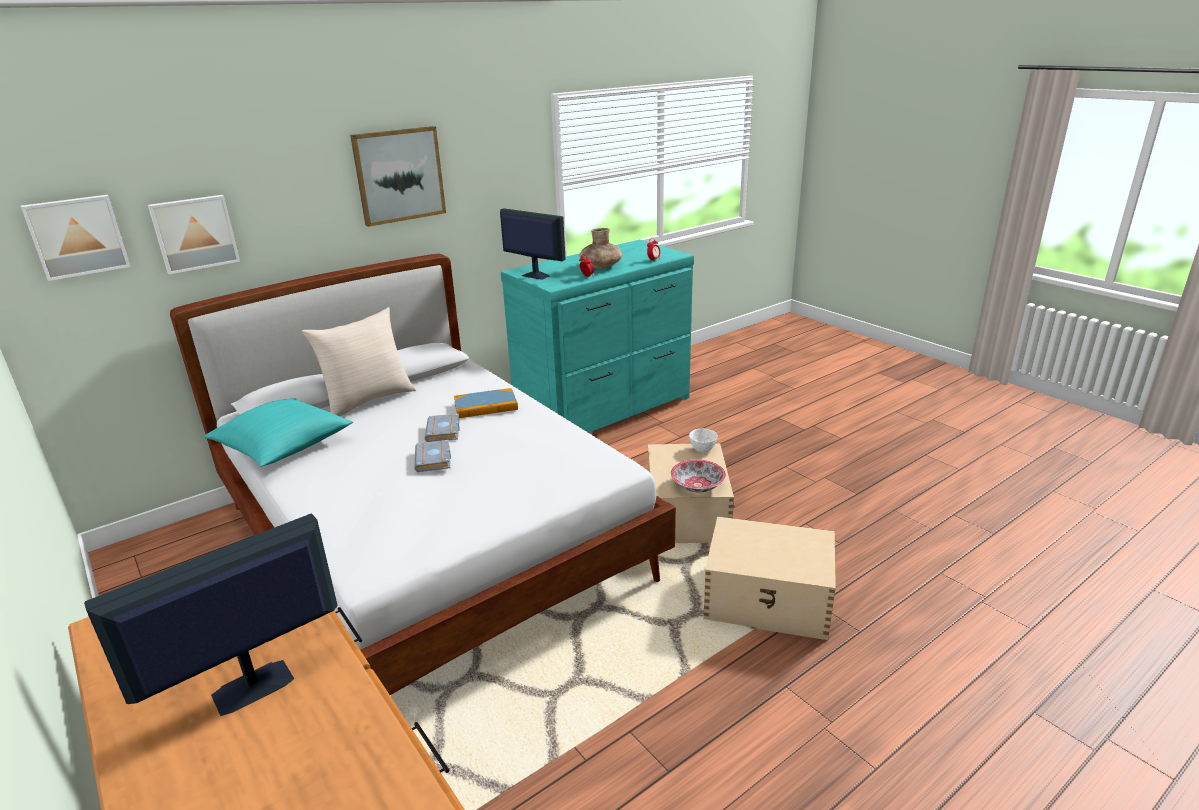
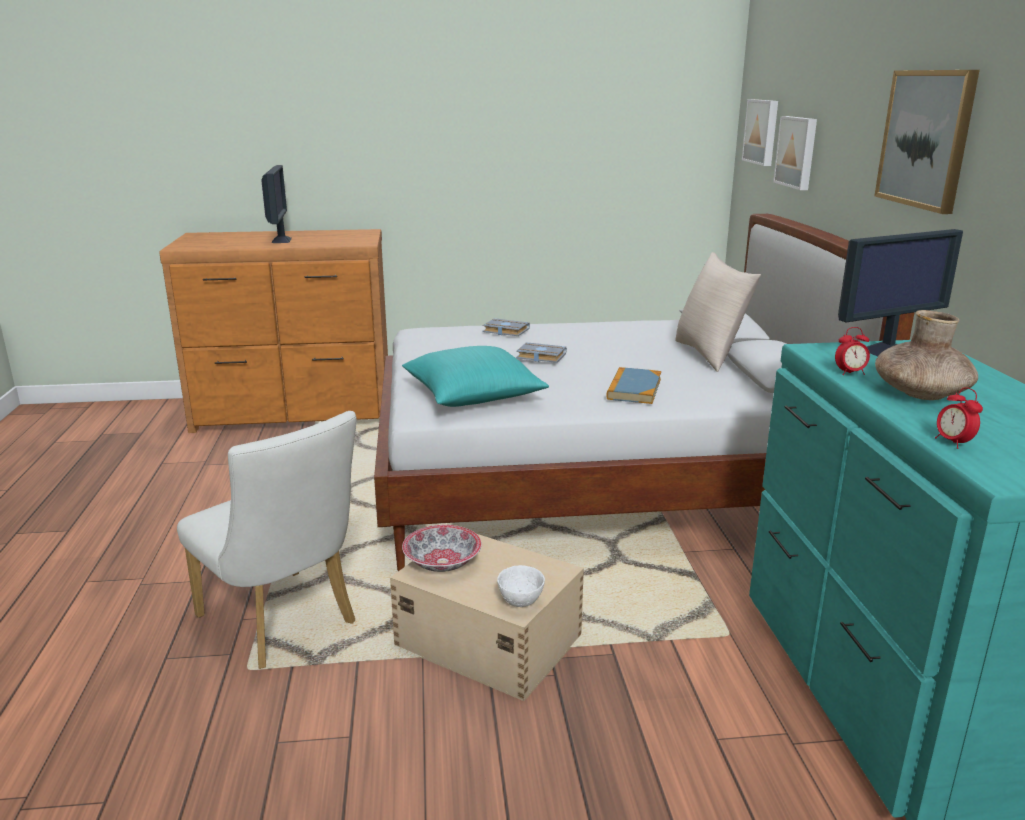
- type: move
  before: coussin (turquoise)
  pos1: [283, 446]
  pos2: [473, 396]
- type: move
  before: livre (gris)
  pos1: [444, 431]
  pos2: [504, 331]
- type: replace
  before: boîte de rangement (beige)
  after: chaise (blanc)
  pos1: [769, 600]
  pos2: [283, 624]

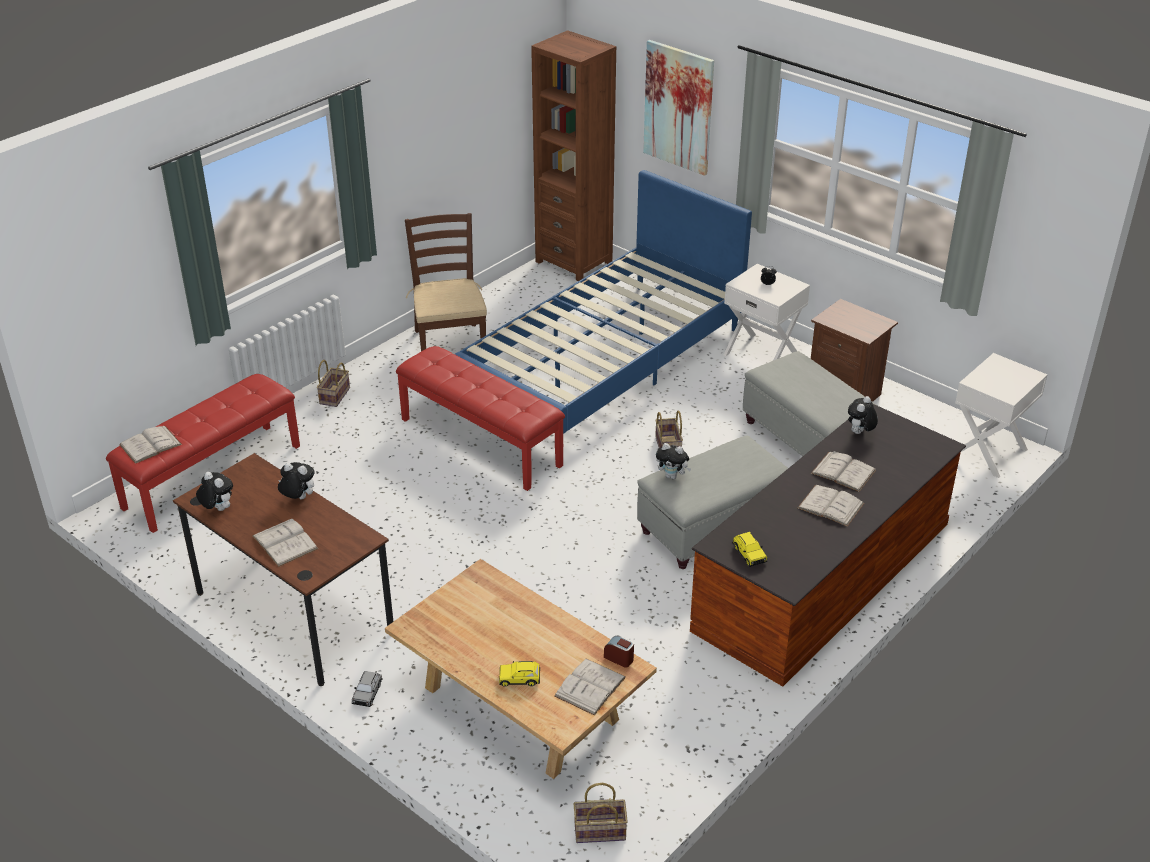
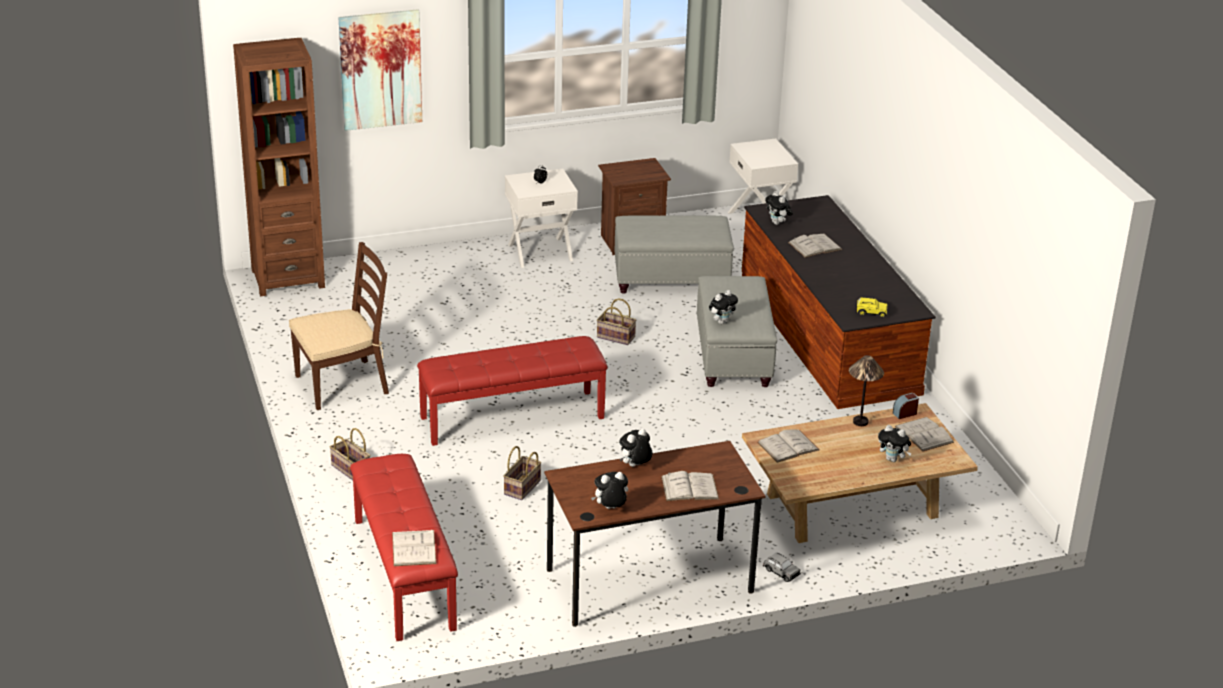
- type: delete
  before: lit (bleu)
  pos1: [604, 362]
- type: insert
  after: lampe de table
  pos2: [861, 422]
- type: move
  before: panier
  pos1: [598, 832]
  pos2: [522, 488]
- type: move
  before: livre (blanc)
  pos1: [830, 505]
  pos2: [788, 446]
- type: replace
  before: petite voiture (jaune)
  after: peluche
  pos1: [519, 679]
  pos2: [893, 459]
- type: rotate
  before: chaise (marron)
  pos1: [449, 345]
  pos2: [343, 384]
  turn: 135

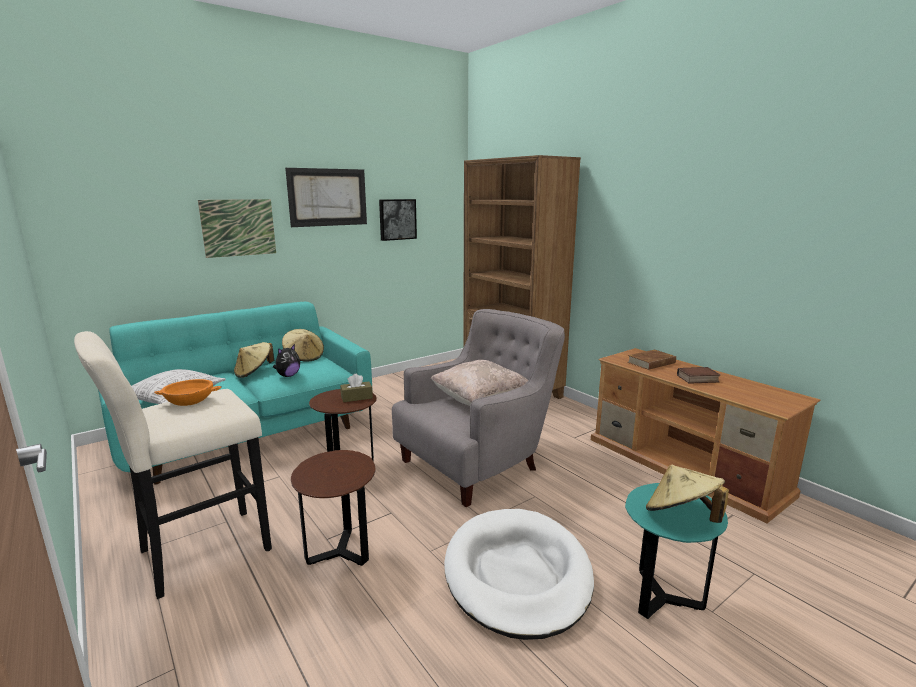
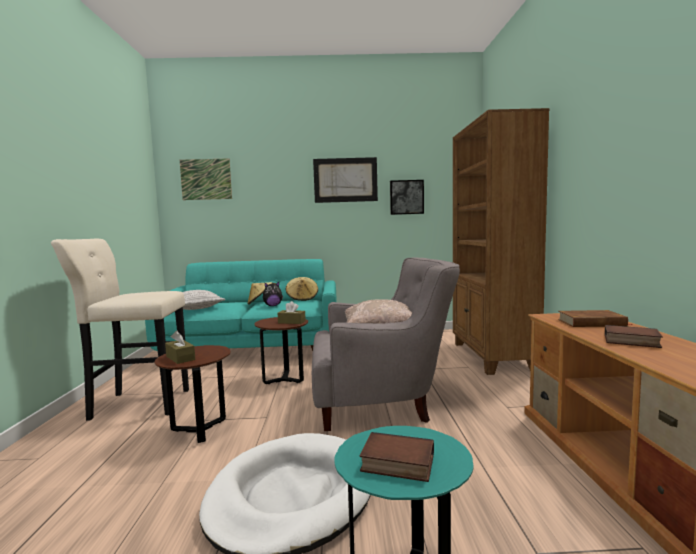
- type: delete
  before: bol (orange)
  pos1: [189, 401]
- type: insert
  after: boîte à mouchoirs (marron)
  pos2: [180, 358]
- type: move
  before: tableau
  pos1: [238, 227]
  pos2: [206, 179]
- type: replace
  before: chapeau (beige)
  after: livre
  pos1: [681, 516]
  pos2: [396, 464]

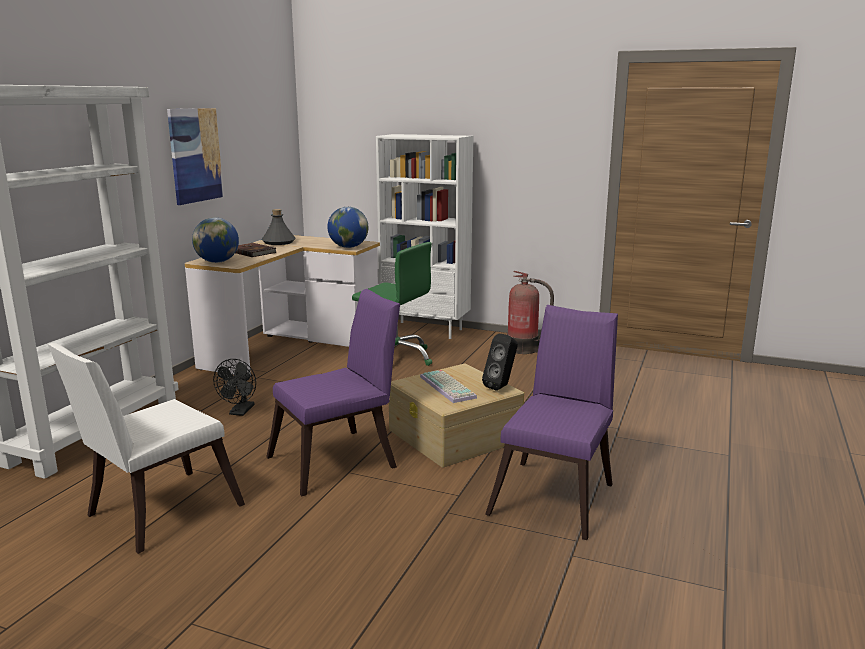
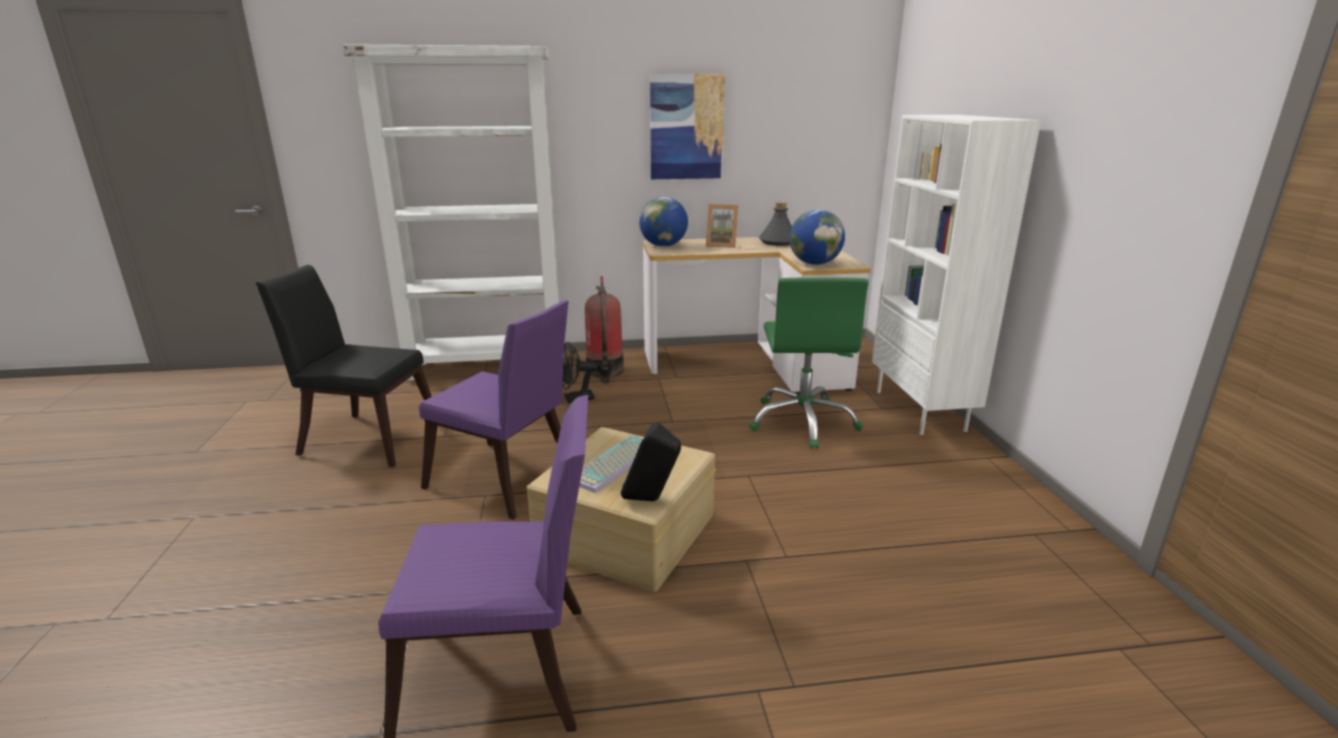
- type: move
  before: extincteur
  pos1: [525, 349]
  pos2: [605, 372]
- type: replace
  before: livre (marron)
  after: cadre photo
  pos1: [253, 252]
  pos2: [721, 245]
- type: recolor
  before: chaise (blanc)
  after: chaise (noir)
  pos1: [156, 513]
  pos2: [365, 438]

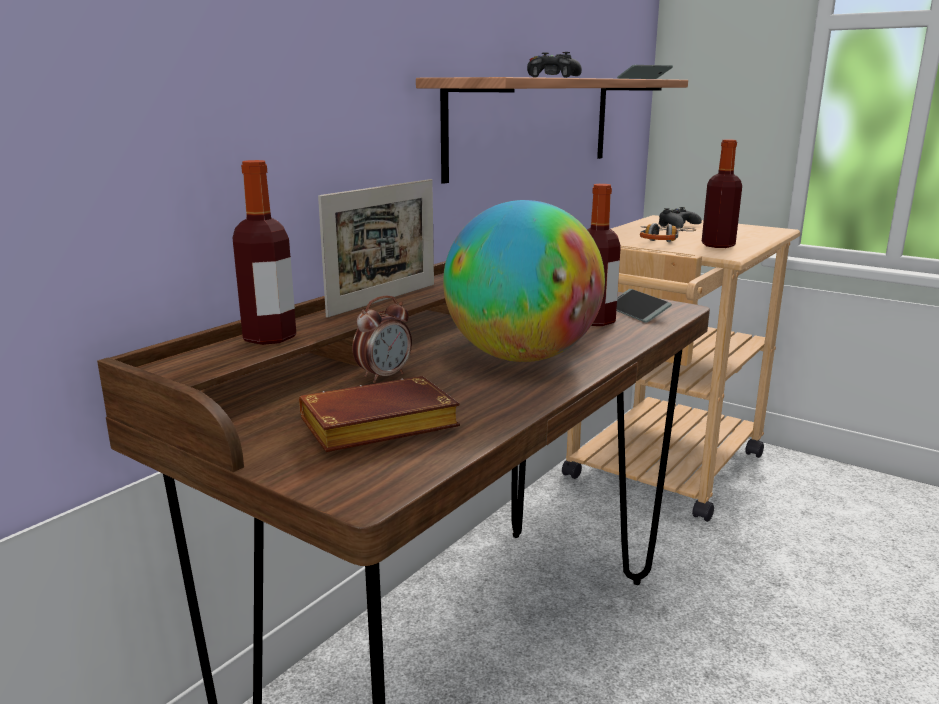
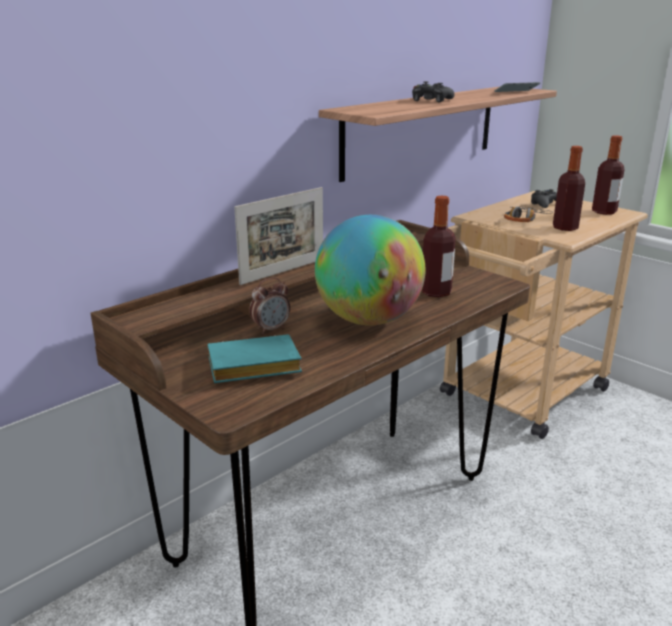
- type: delete
  before: téléphone
  pos1: [637, 312]
- type: move
  before: bouteille
  pos1: [269, 337]
  pos2: [604, 212]
- type: recolor
  before: livre (marron)
  after: livre (turquoise)
  pos1: [375, 428]
  pos2: [251, 368]

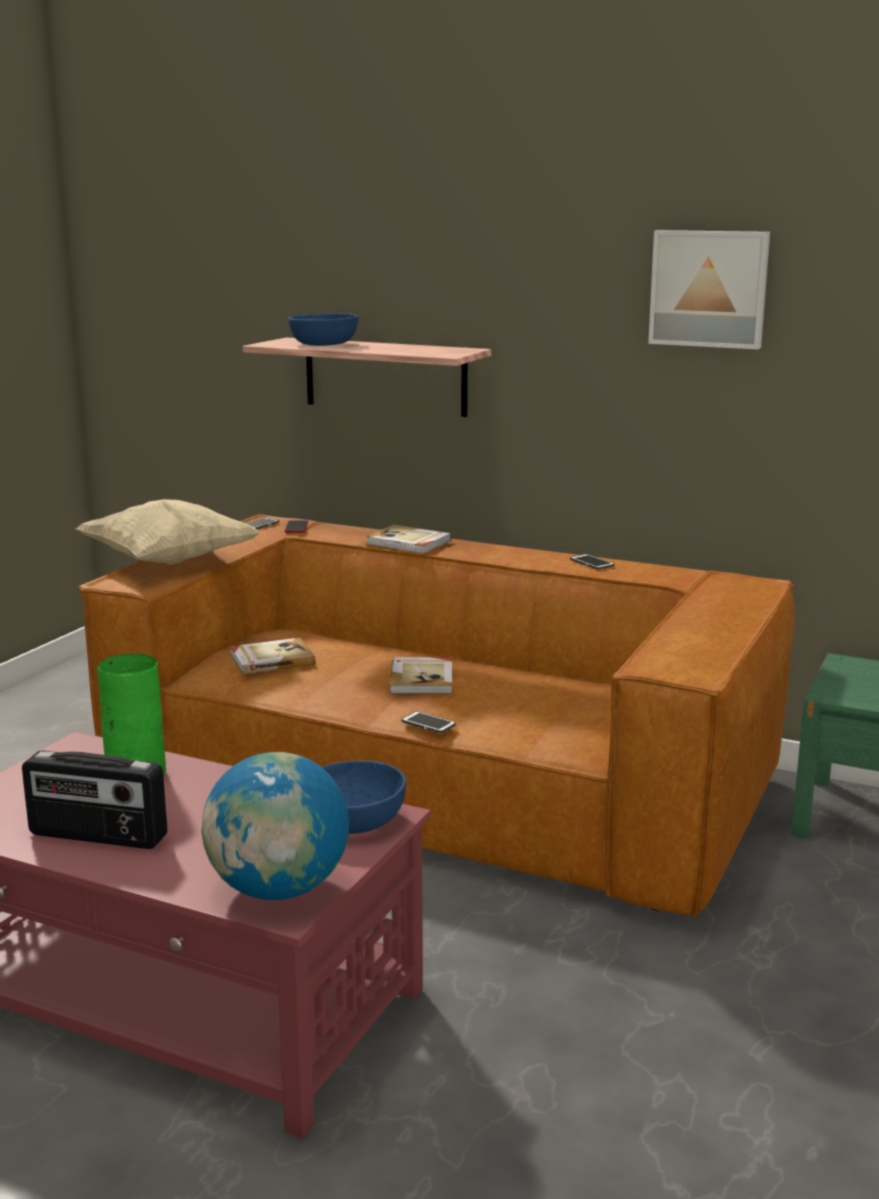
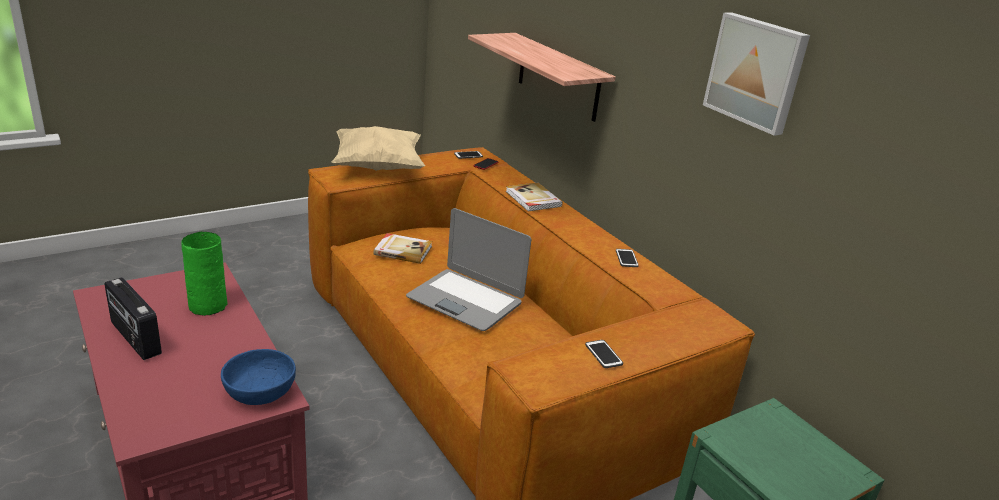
- type: delete
  before: globe
  pos1: [279, 889]
- type: delete
  before: bol (bleu)
  pos1: [323, 344]
- type: move
  before: téléphone
  pos1: [428, 723]
  pos2: [603, 354]
- type: replace
  before: livre
  after: ordinateur portable
  pos1: [422, 679]
  pos2: [465, 300]

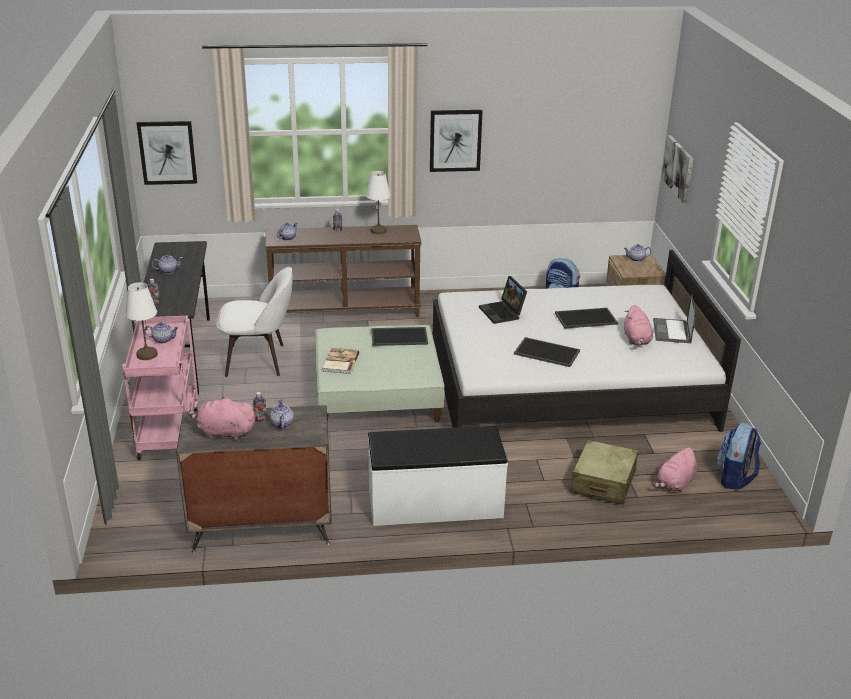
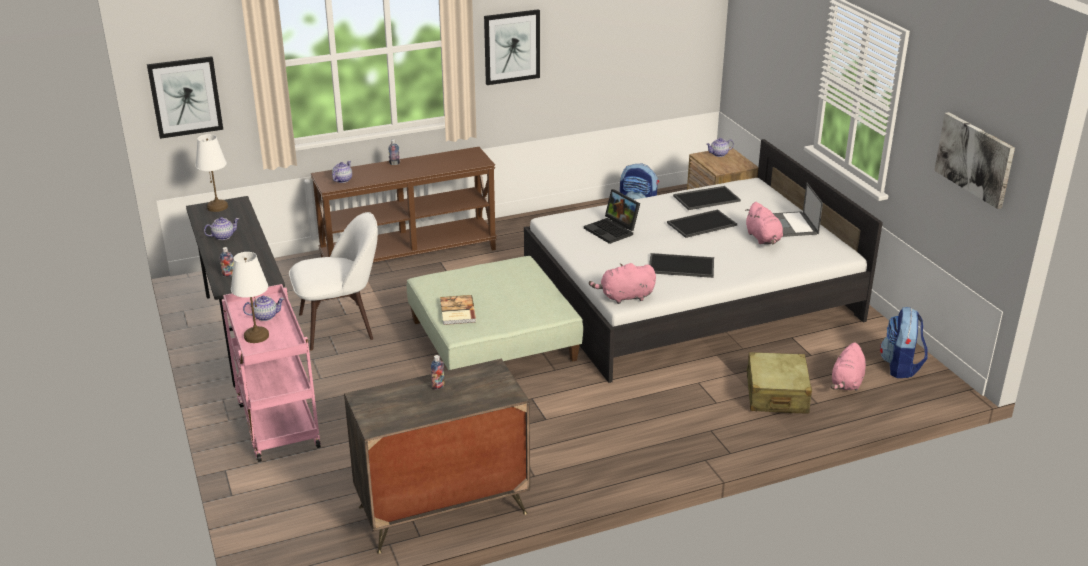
- type: delete
  before: théière
  pos1: [281, 424]
- type: delete
  before: banc (blanc)
  pos1: [435, 504]
- type: move
  before: peluche (rose)
  pos1: [224, 433]
  pos2: [624, 297]
- type: move
  before: lampe de table (blanc)
  pos1: [378, 230]
  pos2: [217, 207]
- type: move
  before: plateau
  pos1: [400, 336]
  pos2: [706, 198]
- type: move
  before: tableau
  pos1: [678, 168]
  pos2: [975, 159]

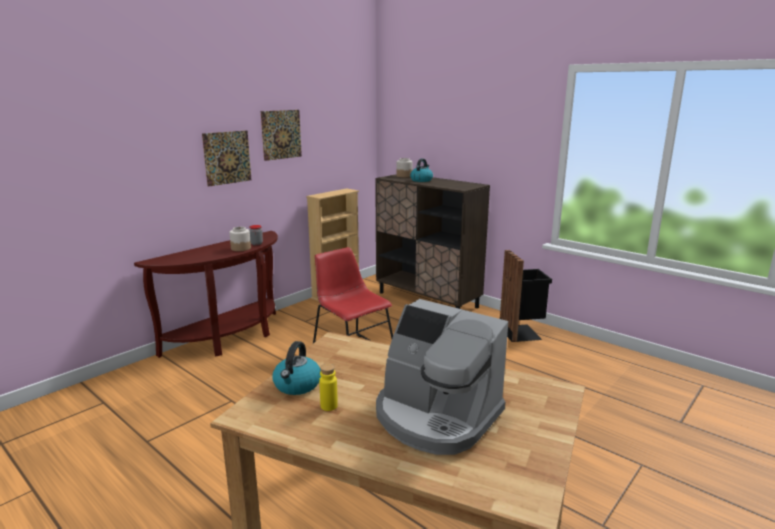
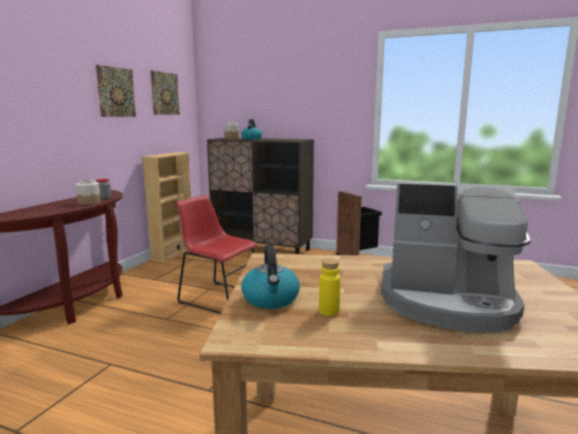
- type: move
  before: tableau
  pos1: [227, 157]
  pos2: [165, 93]

